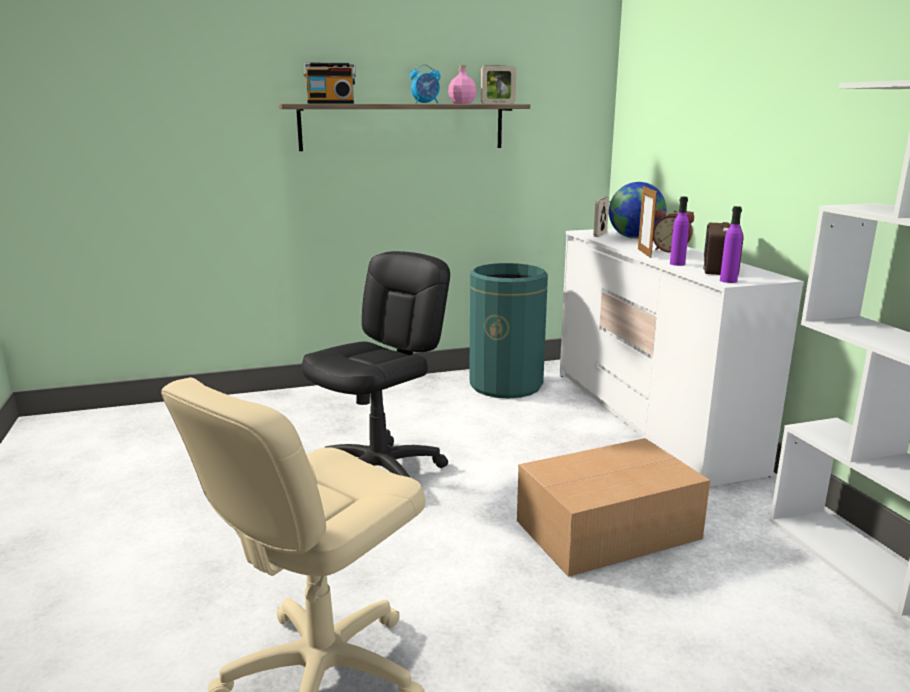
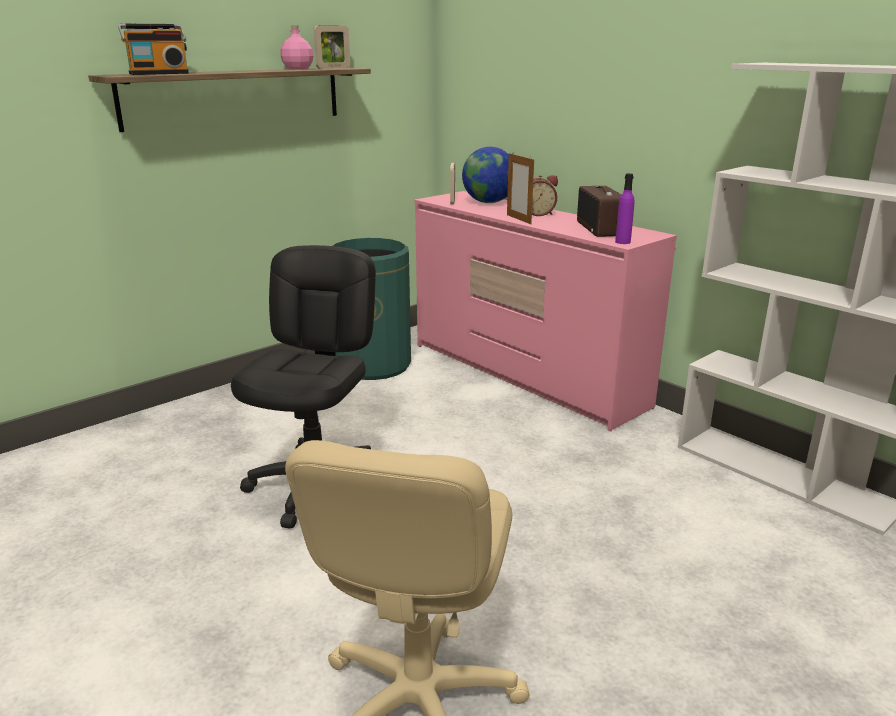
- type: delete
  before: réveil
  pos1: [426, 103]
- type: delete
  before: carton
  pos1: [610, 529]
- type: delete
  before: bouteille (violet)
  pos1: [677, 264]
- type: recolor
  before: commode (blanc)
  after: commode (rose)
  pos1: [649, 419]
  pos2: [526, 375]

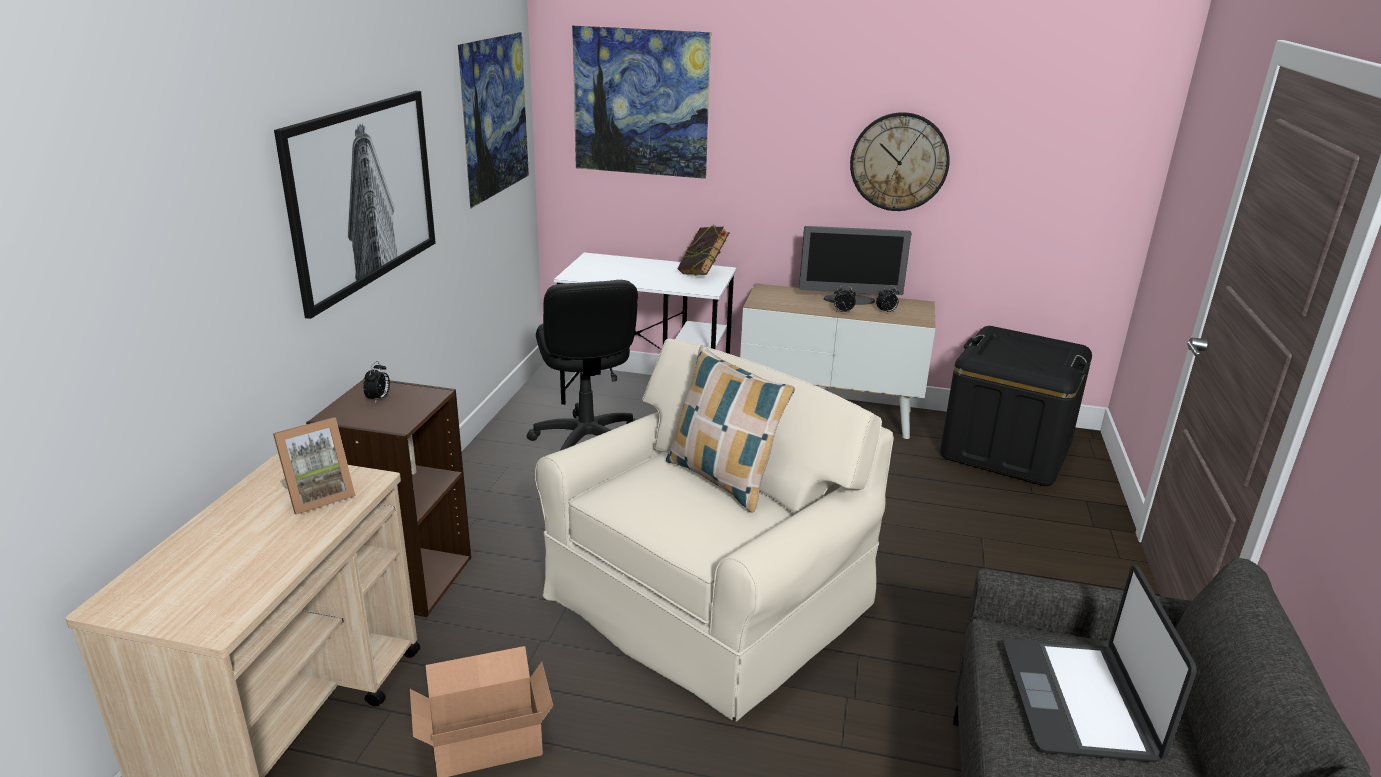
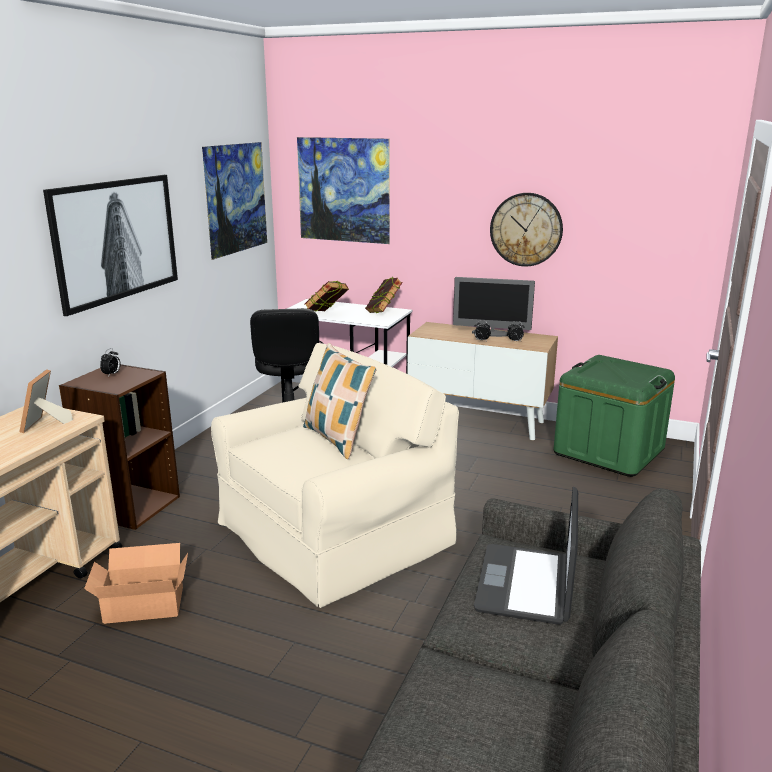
- type: insert
  after: livre
  pos2: [327, 314]
- type: recolor
  before: boîte de rangement (noir)
  after: boîte de rangement (vert)
  pos1: [1006, 450]
  pos2: [608, 451]
- type: rotate
  before: cadre photo
  pos1: [318, 496]
  pos2: [45, 425]
  turn: 120

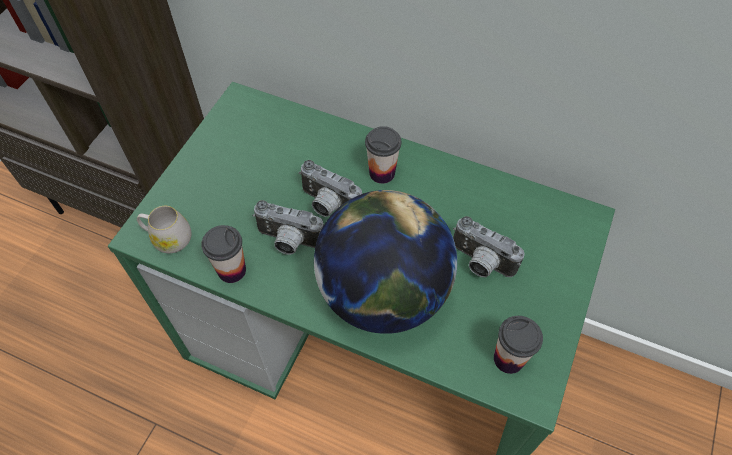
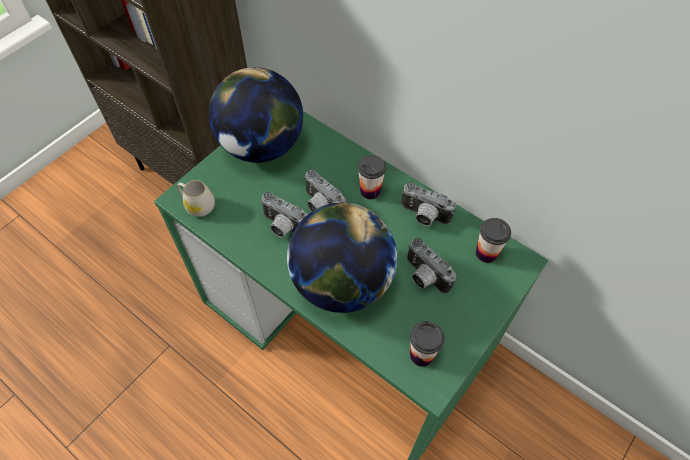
- type: insert
  after: globe
  pos2: [262, 146]
- type: insert
  after: appareil photo
  pos2: [423, 216]
- type: move
  before: tasse
  pos1: [232, 270]
  pos2: [486, 253]

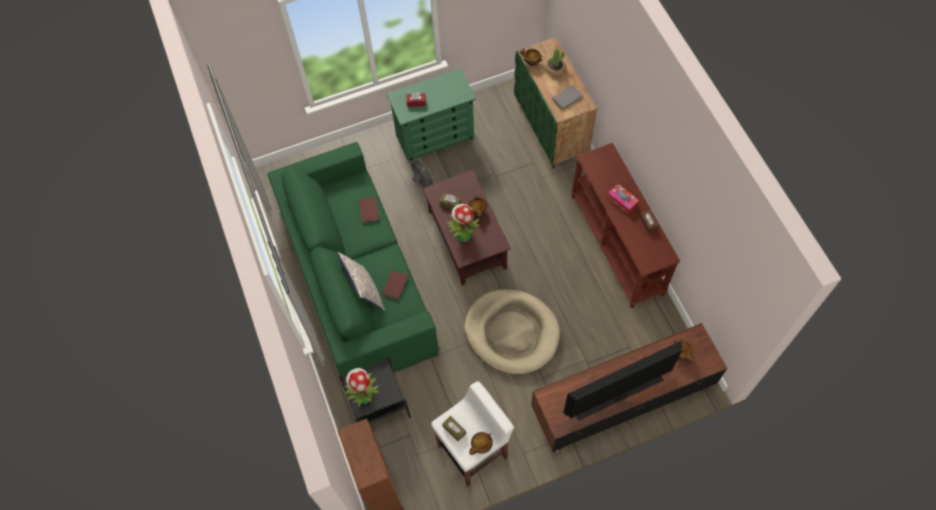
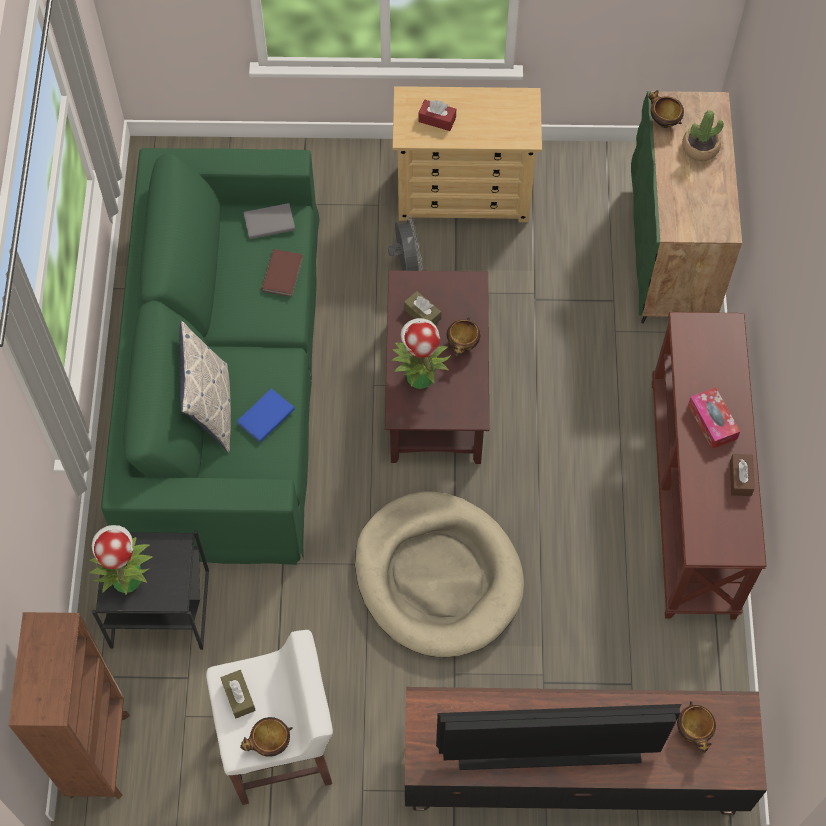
- type: move
  before: livre (gris)
  pos1: [566, 98]
  pos2: [268, 222]
- type: recolor
  before: livre (marron)
  after: livre (bleu)
  pos1: [394, 285]
  pos2: [264, 416]
- type: recolor
  before: commode (vert)
  after: commode (beige)
  pos1: [435, 136]
  pos2: [464, 193]

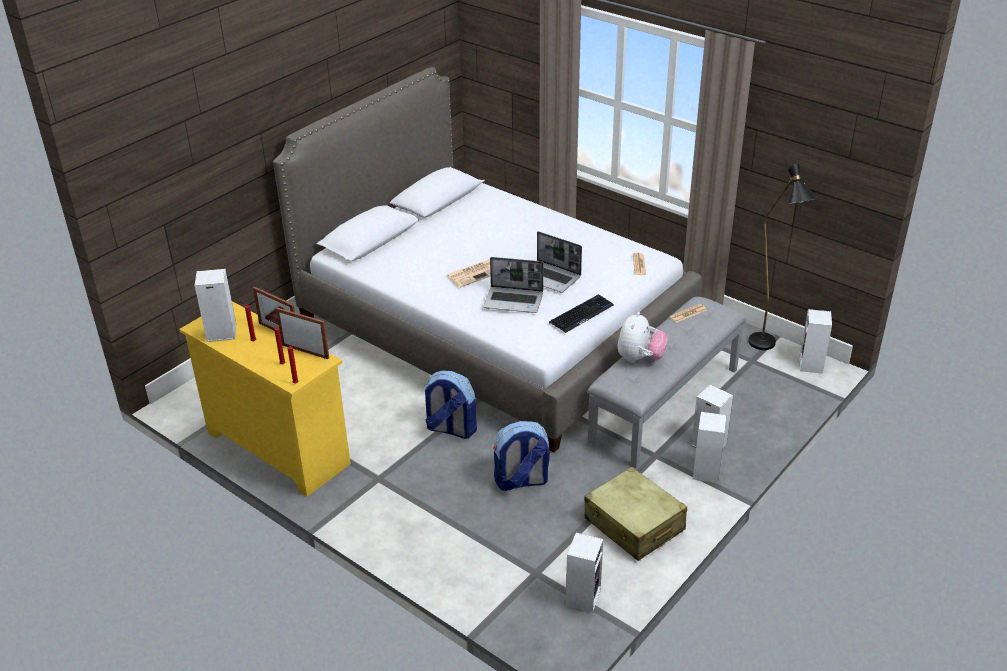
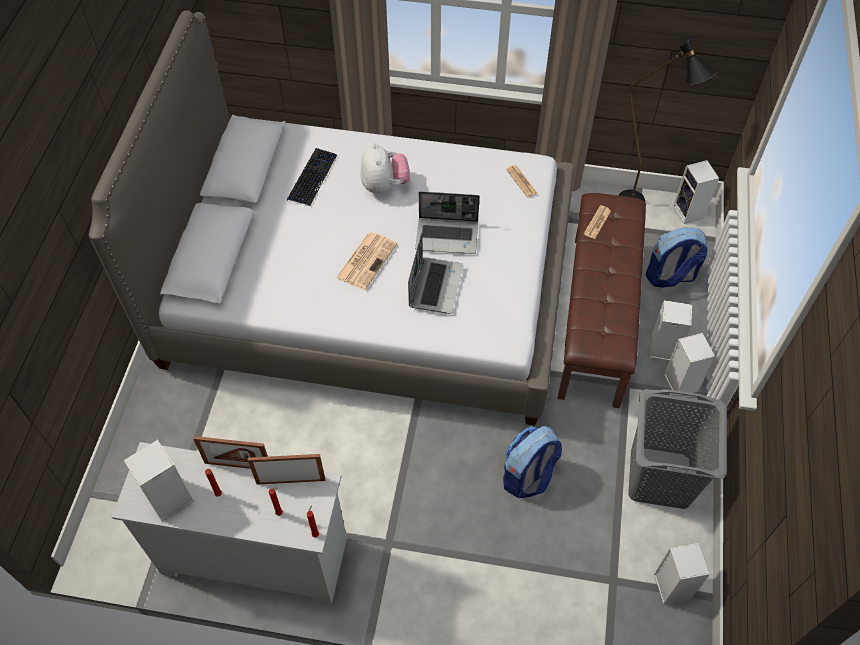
- type: move
  before: sac à dos
  pos1: [450, 429]
  pos2: [670, 277]
- type: move
  before: clavier
  pos1: [581, 314]
  pos2: [312, 177]
- type: move
  before: peluche
  pos1: [640, 358]
  pos2: [384, 185]
- type: replace
  before: valise (beige)
  after: panier à linge (gris)
  pos1: [634, 525]
  pos2: [660, 477]
- type: recolor
  before: commode (jaune)
  after: commode (blanc)
  pos1: [277, 447]
  pos2: [254, 555]
- type: recolor
  before: banc (gris)
  after: banc (marron)
  pos1: [664, 404]
  pos2: [595, 318]
- type: rotate
  before: ordinateur portable
  pos1: [514, 301]
  pos2: [435, 285]
  turn: -60

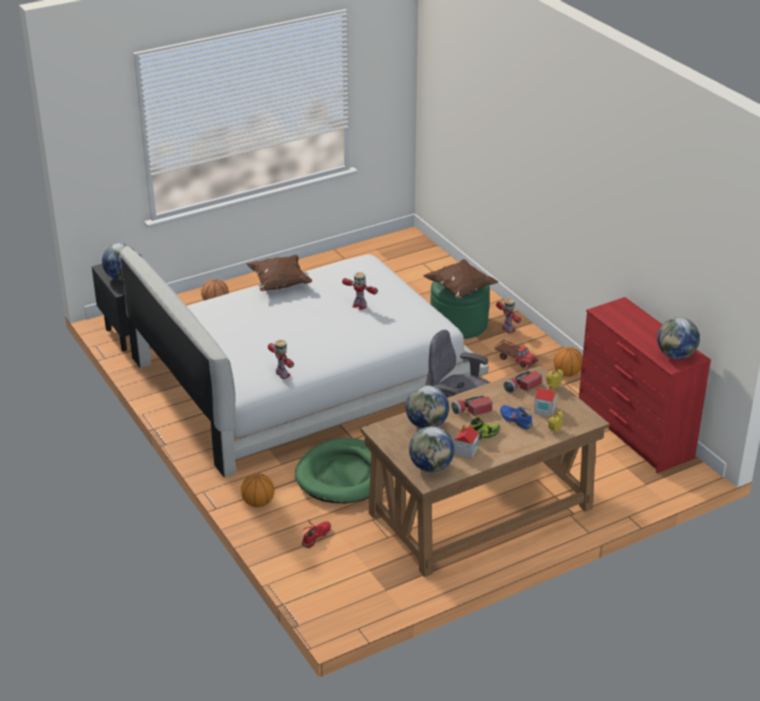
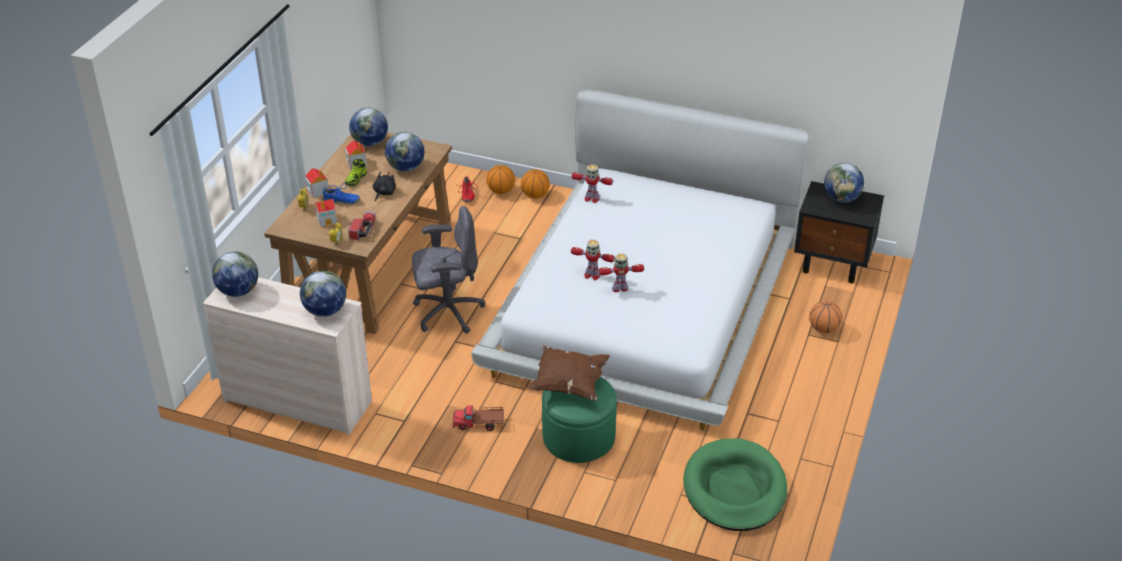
- type: delete
  before: coussin (marron)
  pos1: [280, 284]
- type: insert
  after: globe
  pos2: [325, 311]
- type: insert
  after: maison miniature
  pos2: [317, 191]
- type: move
  before: panier pour chien (vert)
  pos1: [344, 475]
  pos2: [734, 489]
- type: move
  before: robot jouet
  pos1: [508, 330]
  pos2: [591, 275]
- type: move
  before: ballon de basket
  pos1: [567, 373]
  pos2: [501, 191]
- type: replace
  before: lampe de poche
  after: peluche (noir)
  pos1: [471, 410]
  pos2: [384, 193]
- type: recolor
  before: commode (rouge)
  after: commode (beige)
  pos1: [633, 432]
  pos2: [298, 400]

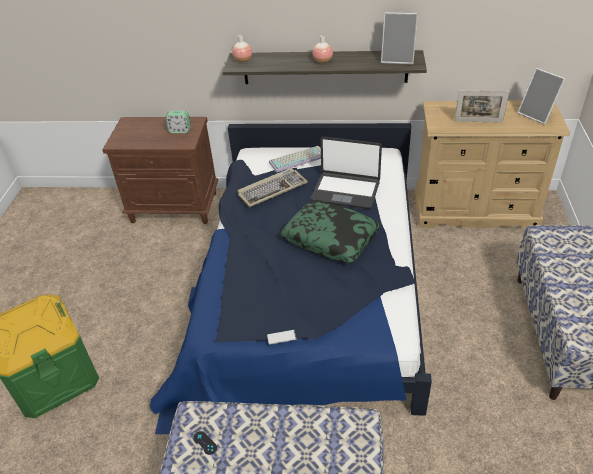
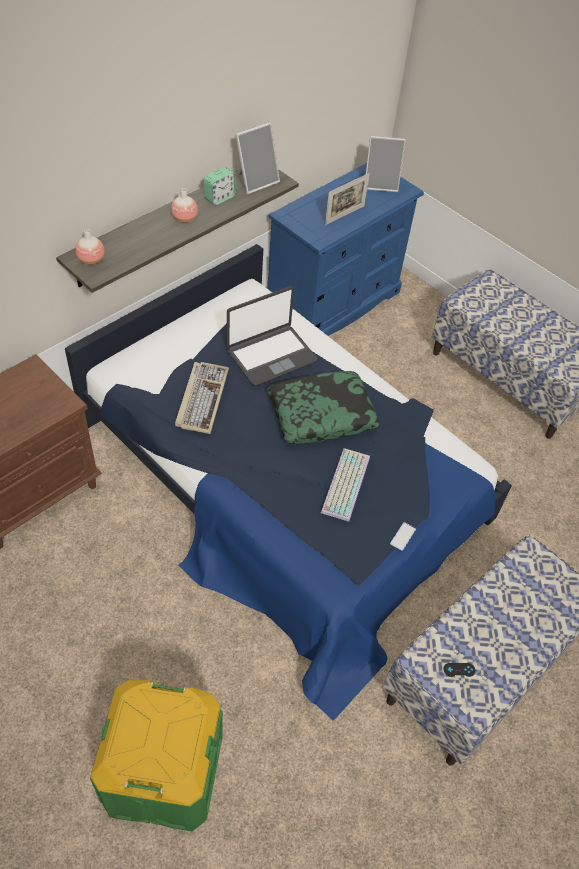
- type: move
  before: réveil
  pos1: [180, 130]
  pos2: [220, 198]
- type: move
  before: clavier
  pos1: [298, 159]
  pos2: [344, 483]
- type: recolor
  before: commode (beige)
  after: commode (bleu)
  pos1: [475, 210]
  pos2: [333, 304]

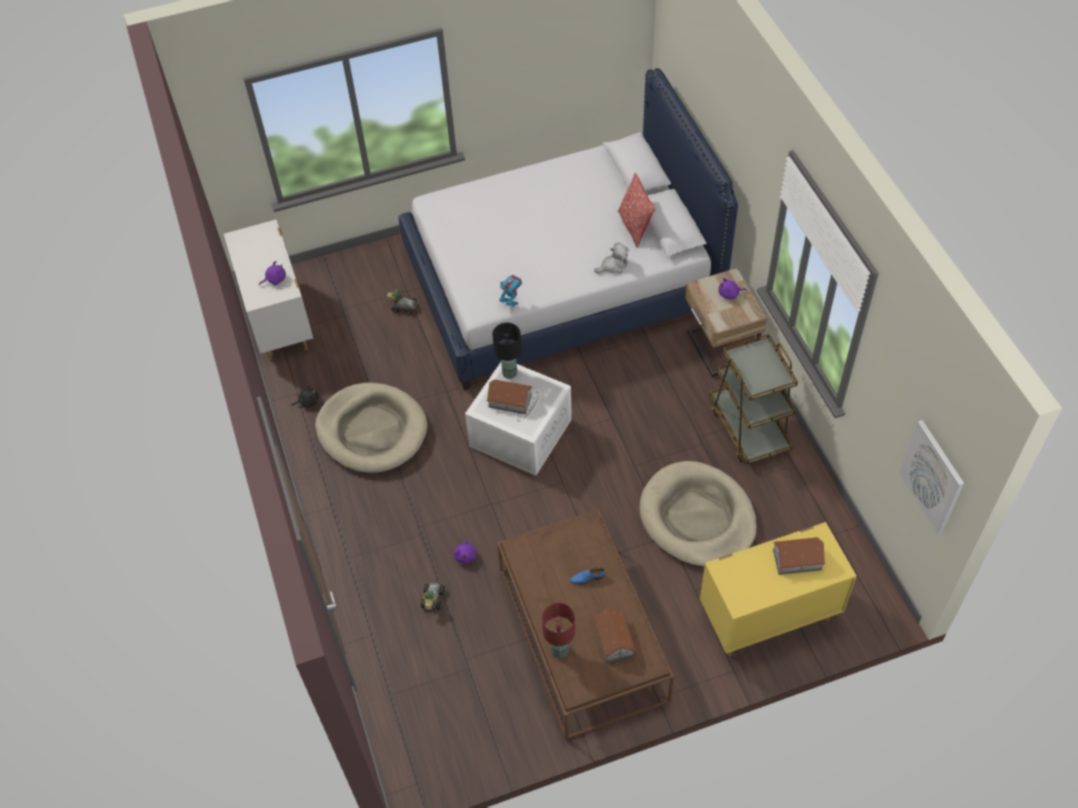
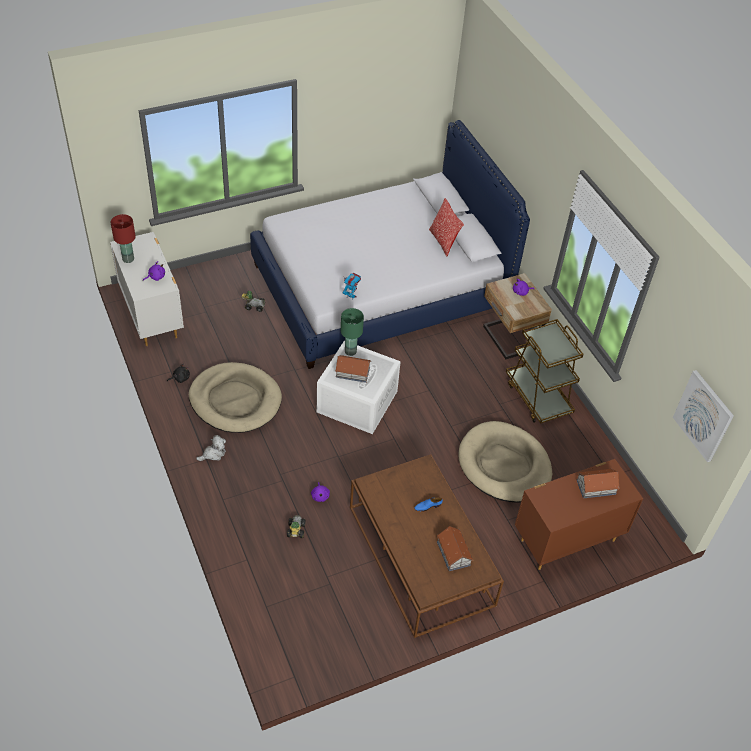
- type: move
  before: lampe de table (rouge)
  pos1: [560, 650]
  pos2: [128, 259]
- type: move
  before: peluche
  pos1: [613, 266]
  pos2: [213, 454]
- type: recolor
  before: lampe de table (noir)
  after: lampe de table (vert)
  pos1: [509, 373]
  pos2: [350, 351]
- type: recolor
  before: commode (jaune)
  after: commode (marron)
  pos1: [767, 617]
  pos2: [566, 540]

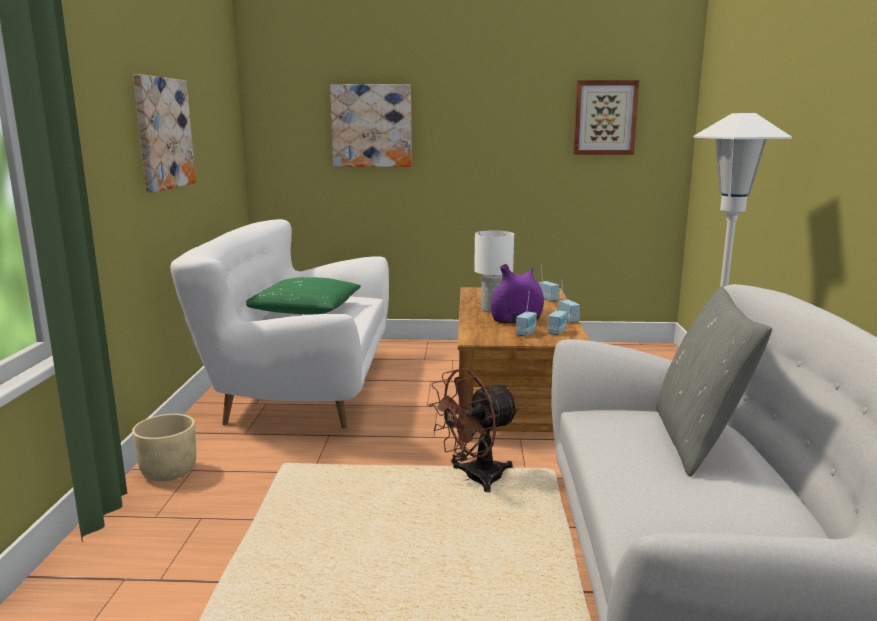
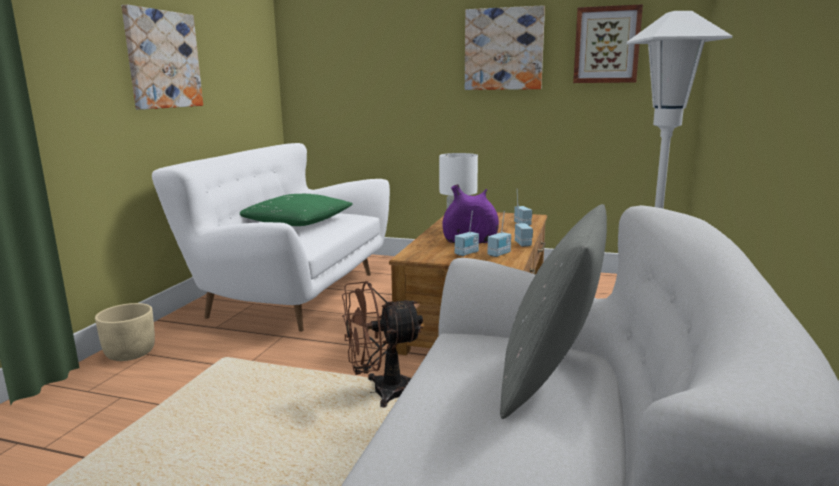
- type: move
  before: tableau
  pos1: [372, 126]
  pos2: [503, 49]

